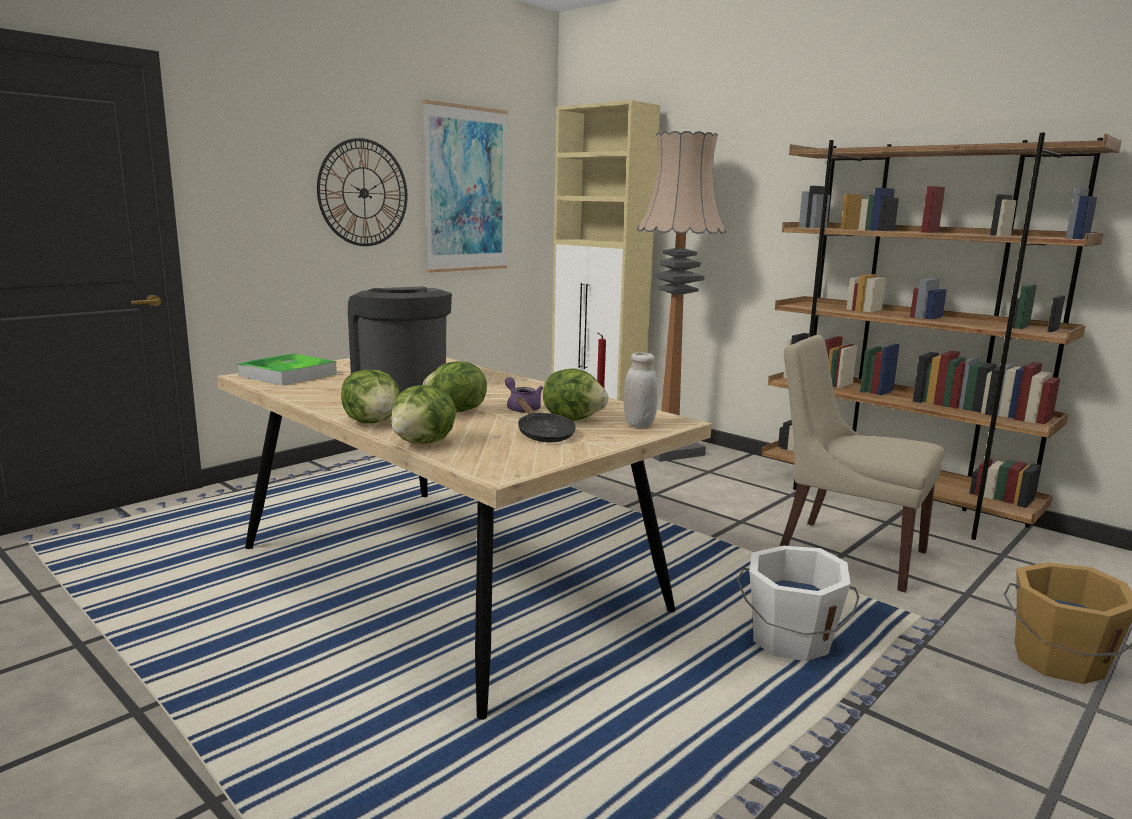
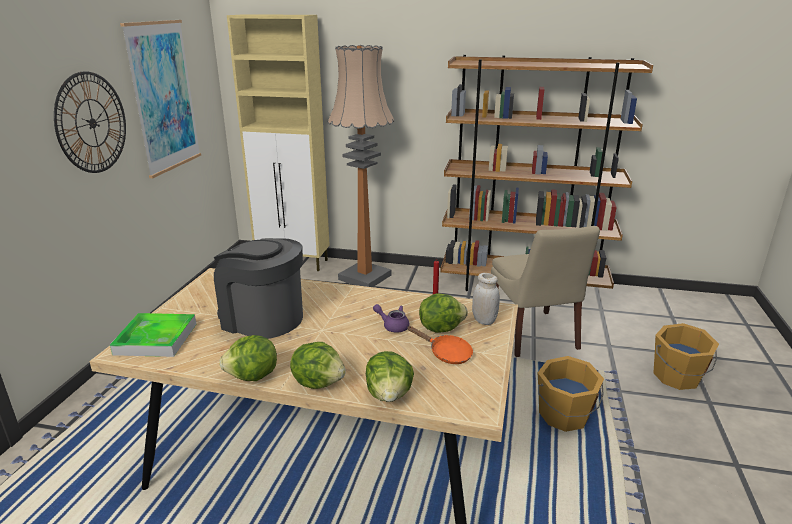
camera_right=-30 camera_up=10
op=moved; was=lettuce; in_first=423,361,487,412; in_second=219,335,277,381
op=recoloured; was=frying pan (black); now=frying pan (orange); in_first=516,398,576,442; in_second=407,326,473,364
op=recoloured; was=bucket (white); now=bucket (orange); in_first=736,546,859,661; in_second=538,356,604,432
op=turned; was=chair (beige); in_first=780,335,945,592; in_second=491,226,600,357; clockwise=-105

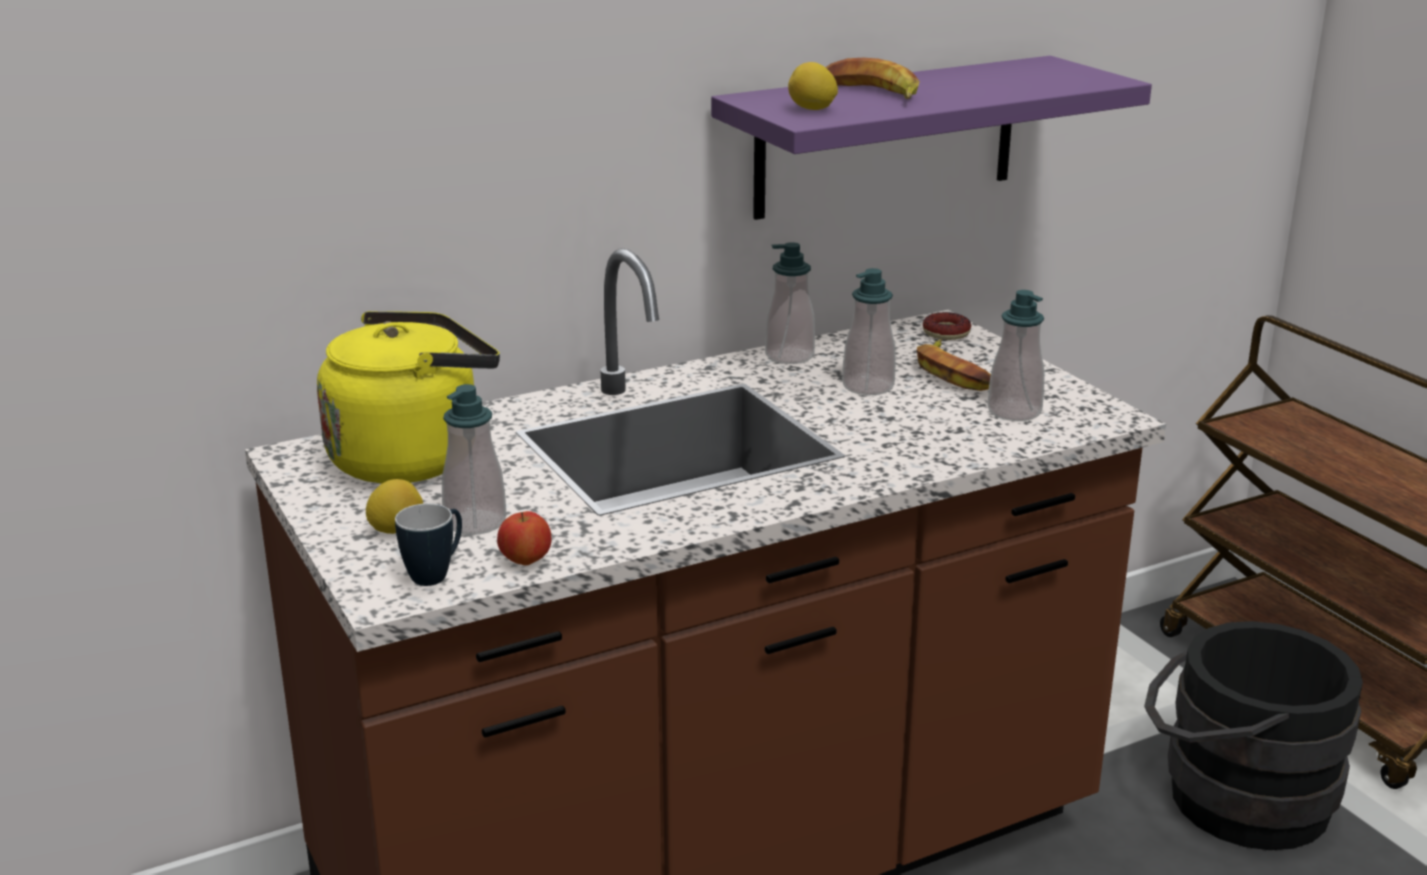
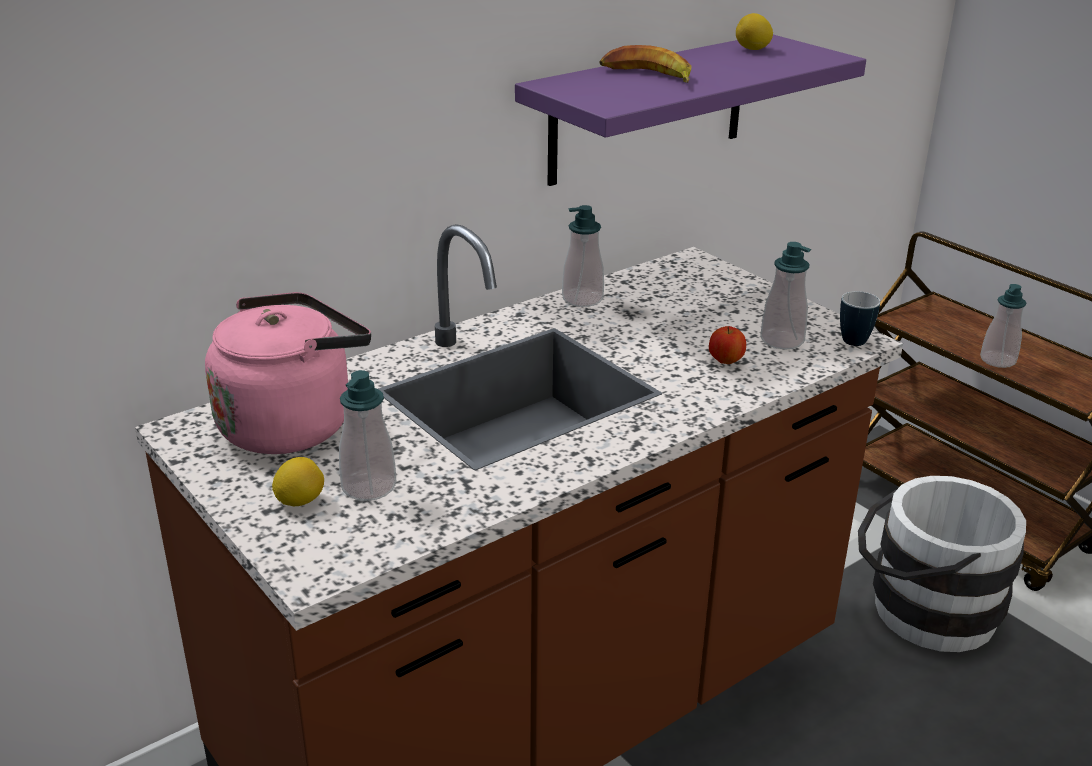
camera_right=-10 camera_up=5
op=removed; was=banana; in_first=917,339,991,391
op=removed; was=donut; in_first=923,312,971,340
op=moved; was=mug; in_first=395,503,462,586; in_second=840,291,880,346
op=moved; was=apple; in_first=497,511,552,566; in_second=709,326,746,364
op=moved; was=lemon; in_first=788,62,838,110; in_second=736,13,773,50
op=moved; was=soap dispenser; in_first=842,268,896,395; in_second=980,284,1026,368
op=recoloured; was=kettle (yellow); now=kettle (pink); in_first=317,311,500,484; in_second=205,292,371,454
op=recoloured; was=bucket (black); now=bucket (white); in_first=1144,621,1363,850; in_second=858,476,1026,652

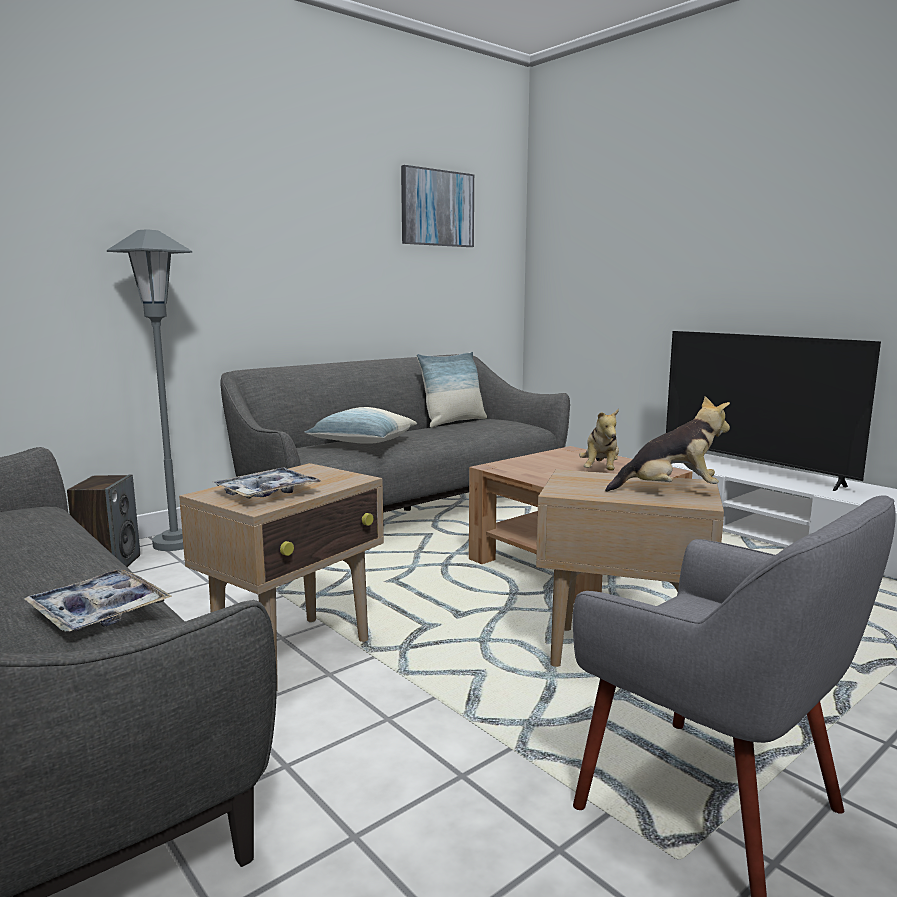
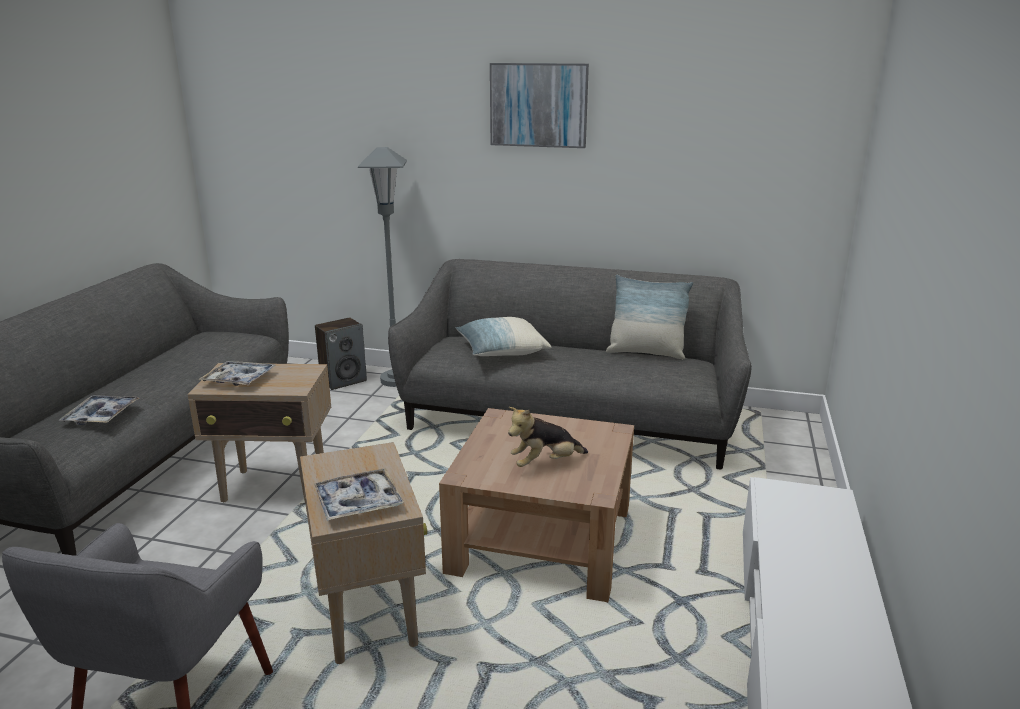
camera_right=55 camera_up=10
op=removed; was=television; in_first=666,331,881,491
op=moved; was=picture; in_first=401,165,474,247; in_second=490,63,589,148
op=replaced; was=plush toy; now=tray; in_first=605,396,730,492; in_second=314,468,404,521

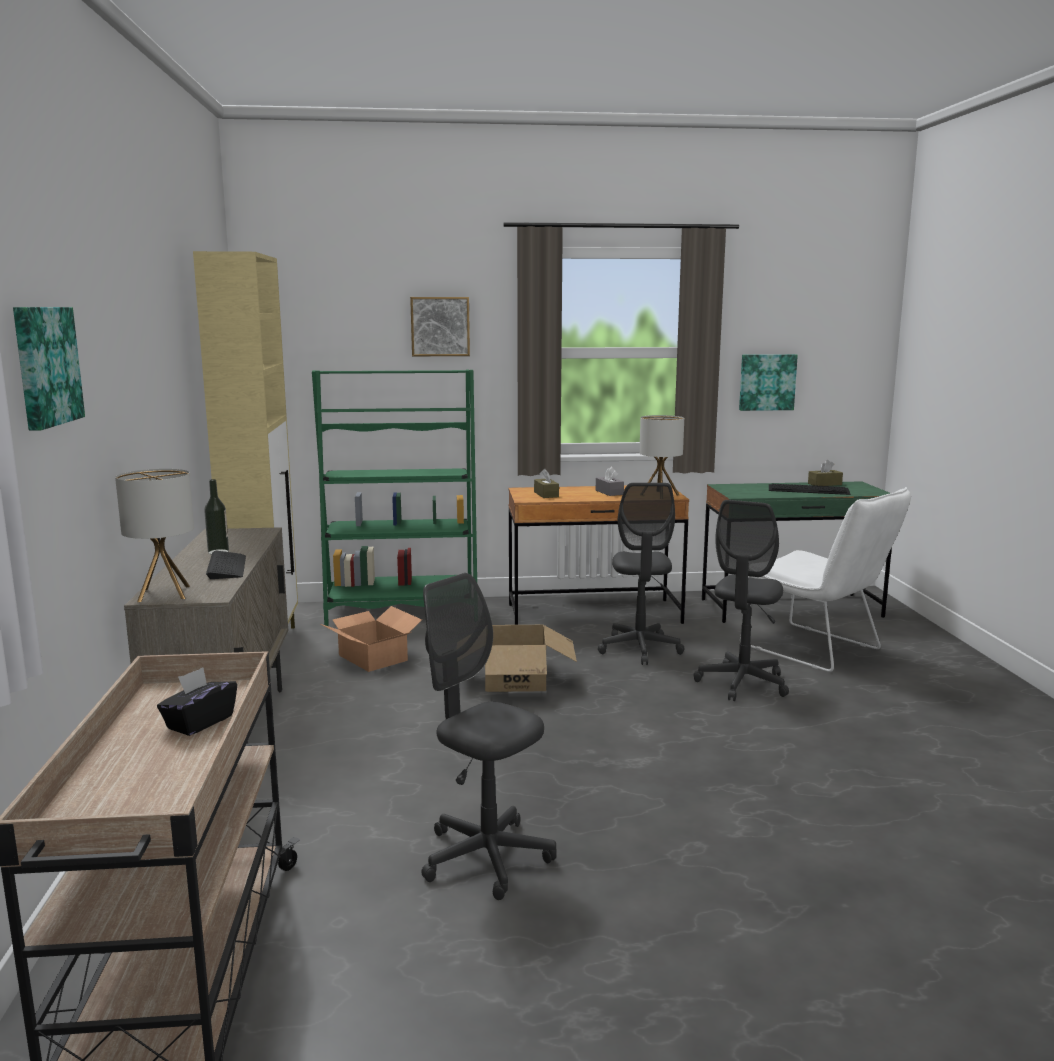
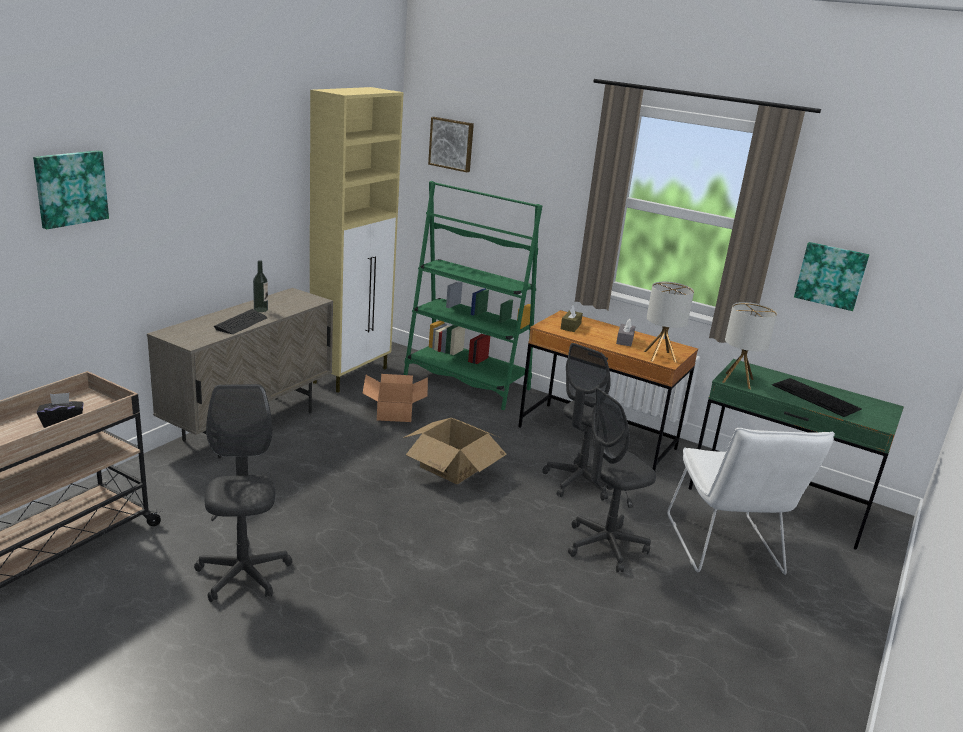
camera_right=35 camera_up=10
op=removed; was=tissue box (brown); in_first=808,460,843,486
op=moved; was=table lamp; in_first=115,469,194,602; in_second=722,302,777,389
op=moved; was=picture; in_first=410,297,470,356; in_second=428,117,474,172

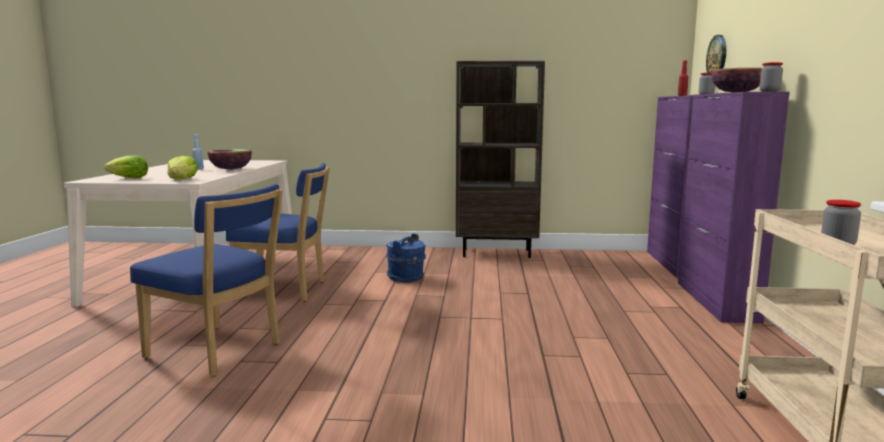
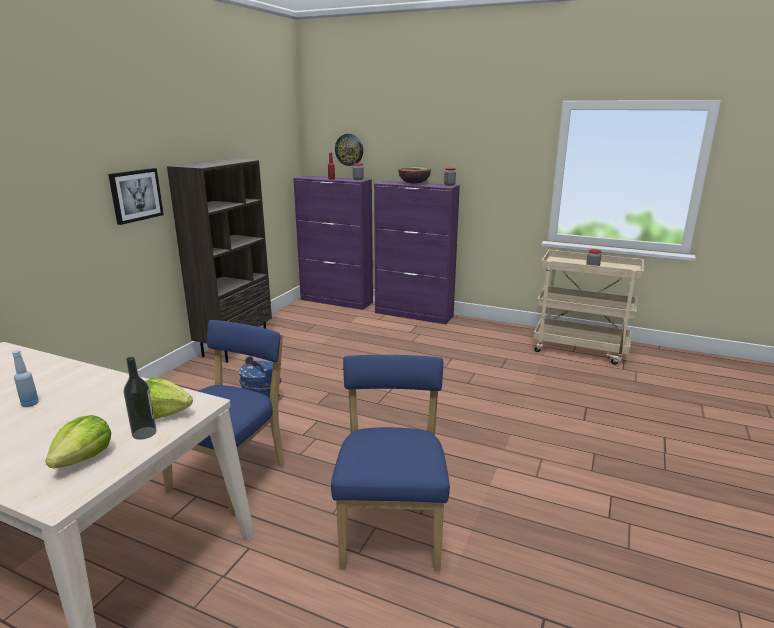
camera_right=-70 camera_up=10
op=removed; was=bowl; in_first=207,149,252,169
op=added; now=picture; in_second=108,168,164,225
op=added; now=bottle; in_second=124,357,156,440
op=turned; was=chair (blue); in_first=130,184,283,376; in_second=331,355,450,572; clockwise=-45

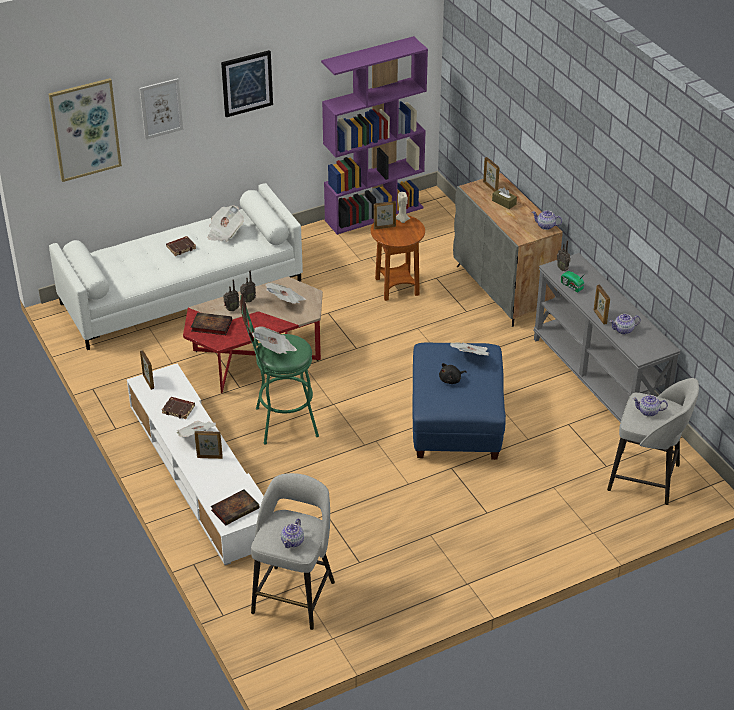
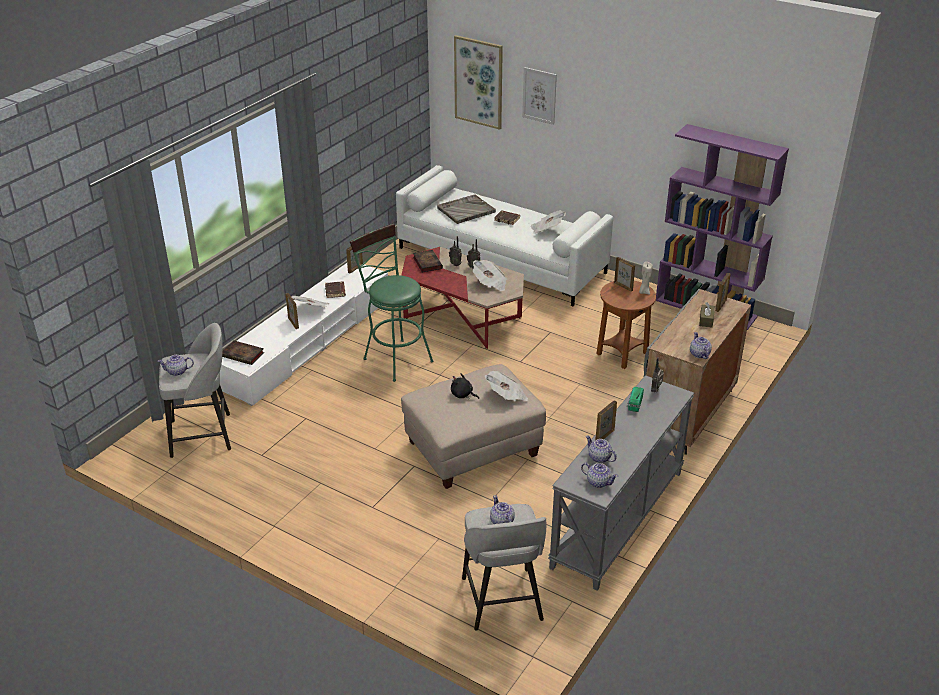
camera_right=60 camera_up=-5
op=removed; was=picture; in_first=221,50,273,117
op=removed; was=newspaper; in_first=252,326,297,354
op=added; now=tray (grey); in_second=437,194,496,224
op=added; now=teapot; in_second=581,463,618,488
op=recoloured; was=ottoman (blue); now=ottoman (beige); in_first=413,343,506,460; in_second=401,364,546,489

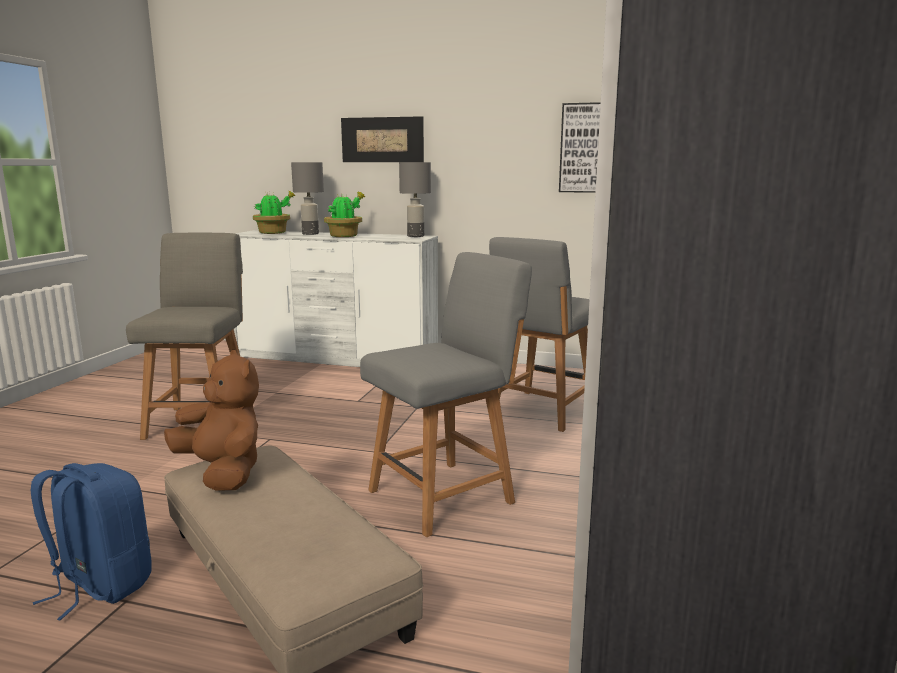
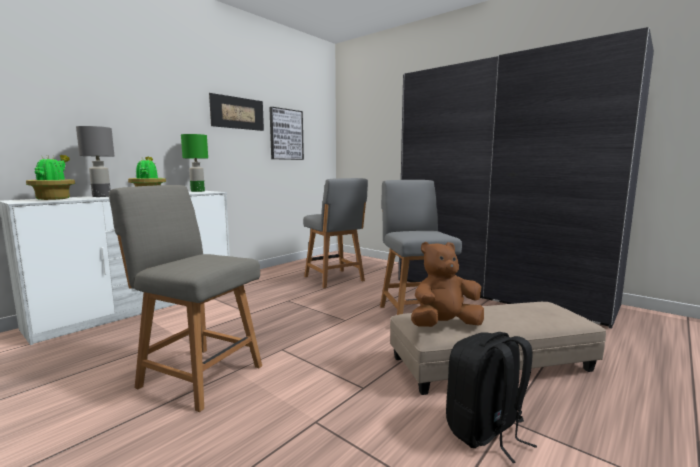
camera_right=-65 camera_up=-5
op=moved; was=picture; in_first=341,116,424,162; in_second=209,93,264,131
op=recoloured; was=backpack (blue); now=backpack (black); in_first=31,463,152,620; in_second=446,332,537,463
op=recoloured; was=table lamp (grey); now=table lamp (green); in_first=399,162,431,237; in_second=181,134,208,192

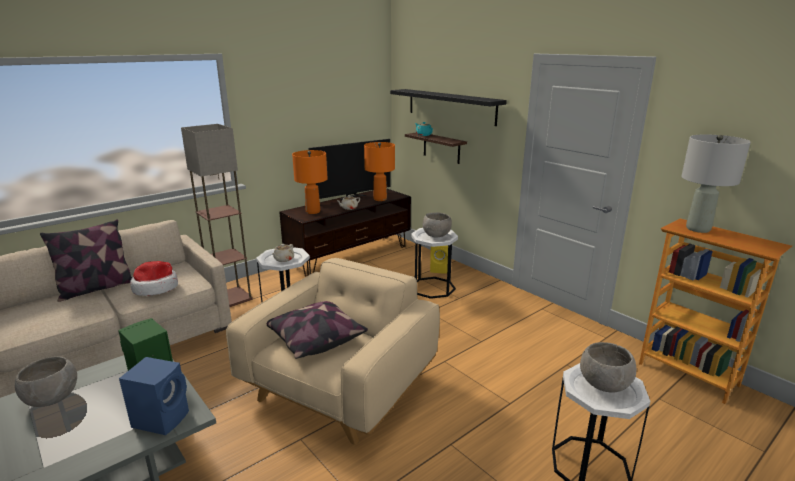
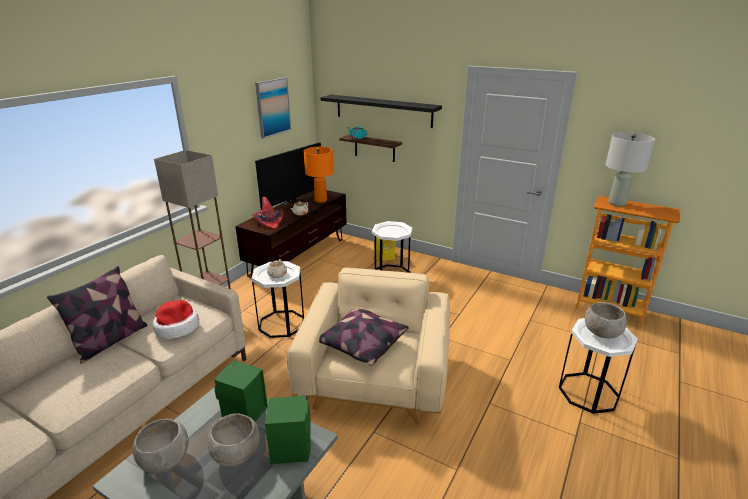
camera_right=-20 camera_up=5
op=added; now=picture; in_second=255,77,291,139
op=moved; was=bowl (grey); in_first=423,212,452,237; in_second=207,413,260,467
op=replaced; was=table lamp (orange); now=hat (red); in_first=292,150,328,214; in_second=252,197,284,229
op=recoloured; was=speaker (blue); now=speaker (green); in_first=119,357,189,435; in_second=265,396,311,464

